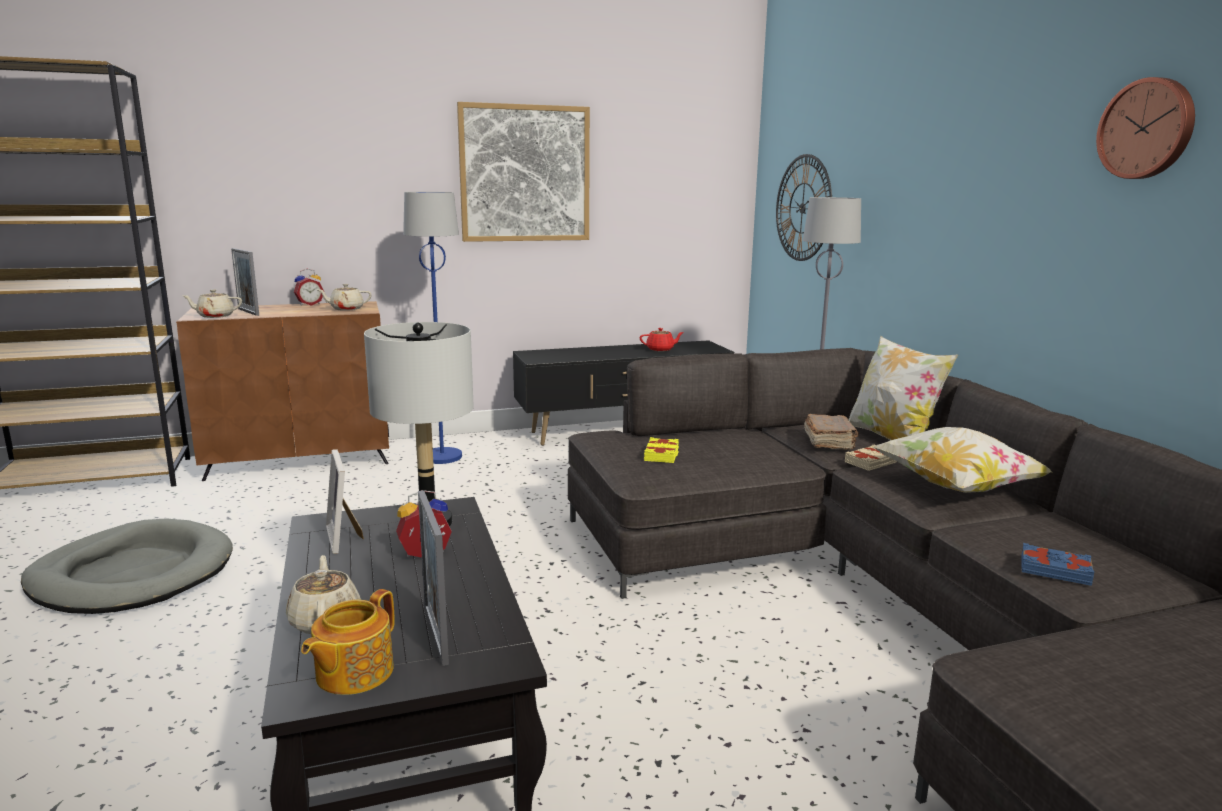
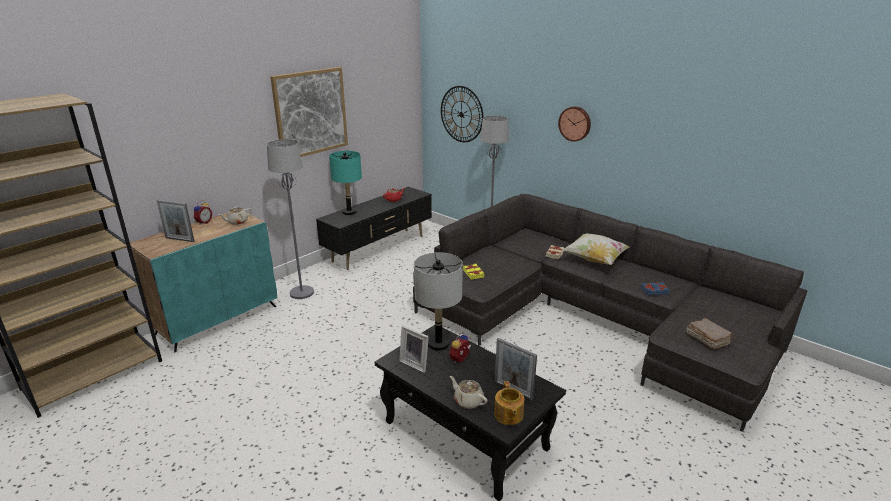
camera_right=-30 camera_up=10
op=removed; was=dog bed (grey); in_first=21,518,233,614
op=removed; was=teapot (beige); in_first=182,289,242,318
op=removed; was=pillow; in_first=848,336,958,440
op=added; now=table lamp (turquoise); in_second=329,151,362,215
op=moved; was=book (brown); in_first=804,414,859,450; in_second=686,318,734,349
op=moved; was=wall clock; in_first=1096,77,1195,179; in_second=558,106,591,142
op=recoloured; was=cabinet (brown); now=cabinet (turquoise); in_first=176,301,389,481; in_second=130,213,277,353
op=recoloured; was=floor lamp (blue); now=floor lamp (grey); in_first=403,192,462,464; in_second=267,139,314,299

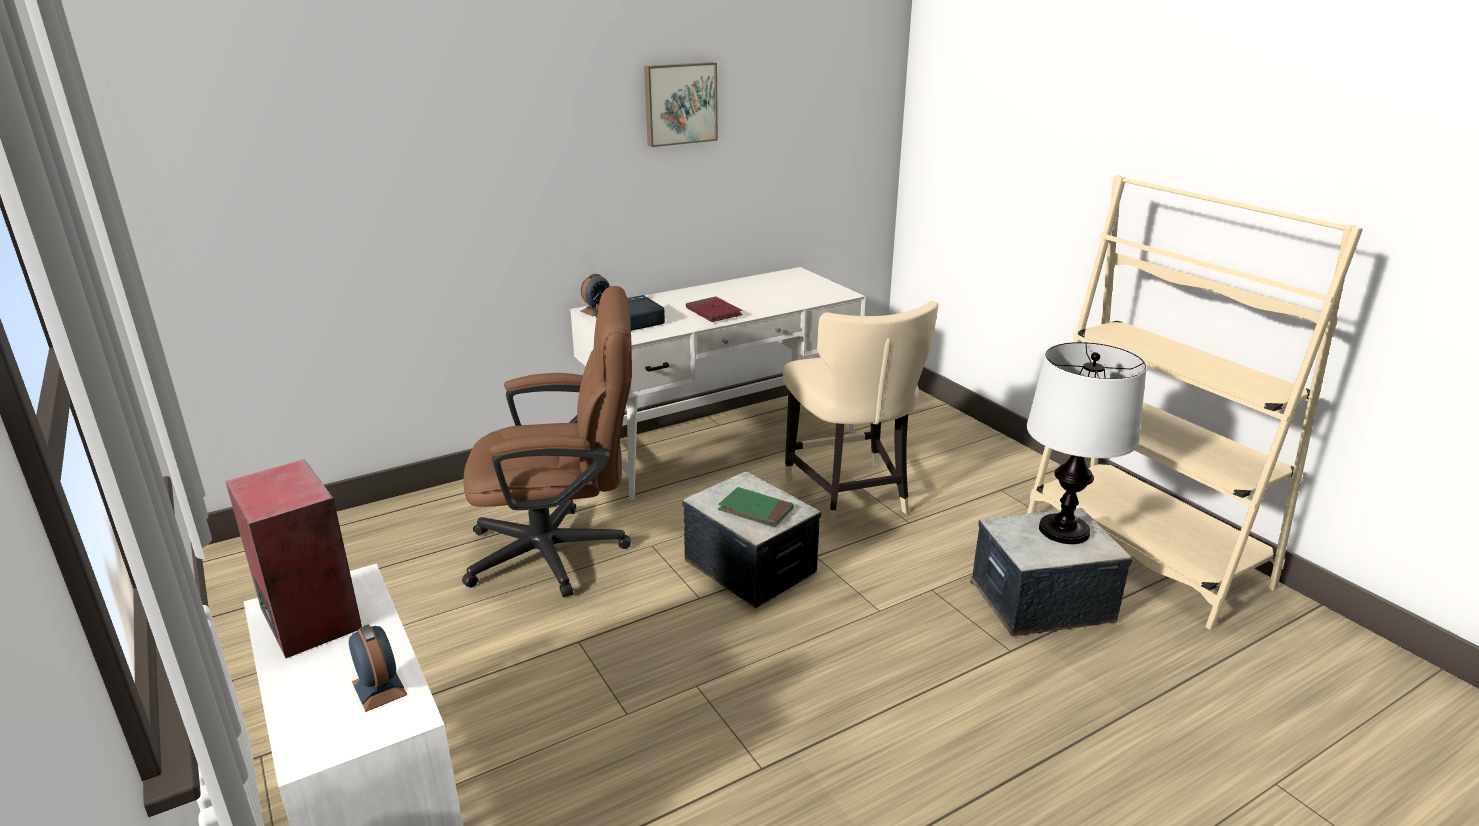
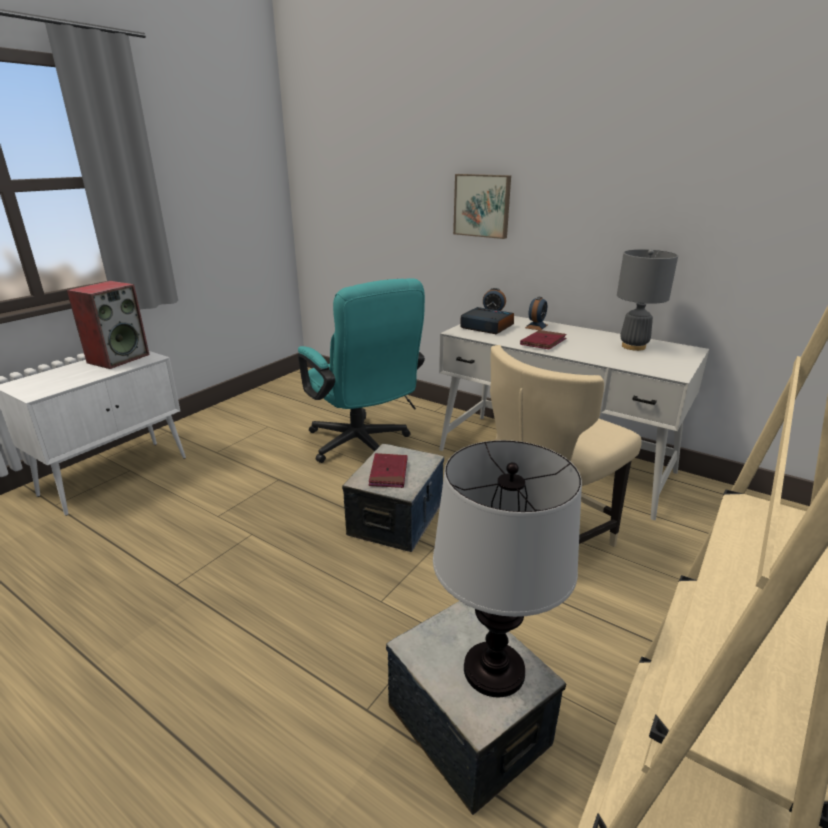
camera_right=65 camera_up=0
op=added; now=table lamp (grey); in_second=617,249,678,351
op=moved; was=alarm clock; in_first=349,625,407,712; in_second=525,297,547,330
op=moved; was=picture; in_first=644,62,718,147; in_second=453,174,511,239
op=recoloured; was=office chair (brown); now=office chair (turquoise); in_first=462,286,632,597; in_second=298,278,425,463
op=recoloured; was=book (green); now=book (red); in_first=718,487,794,528; in_second=369,453,408,488

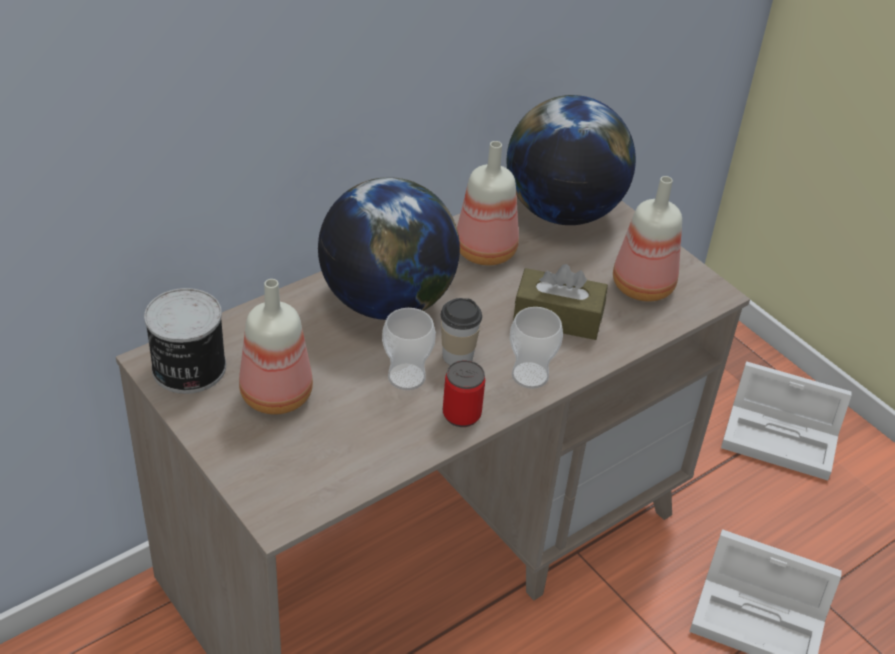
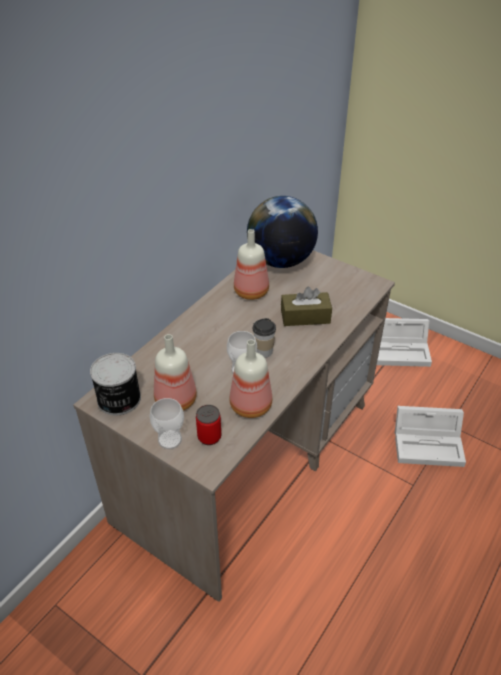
camera_right=-15 camera_up=0
op=removed; was=globe; in_first=318,177,460,320
op=moved; was=can; in_first=443,360,485,427; in_second=196,405,221,445
op=moved; was=cup; in_first=510,307,563,389; in_second=149,398,184,449
op=moved; was=bottle; in_first=613,176,682,302; in_second=229,339,272,418

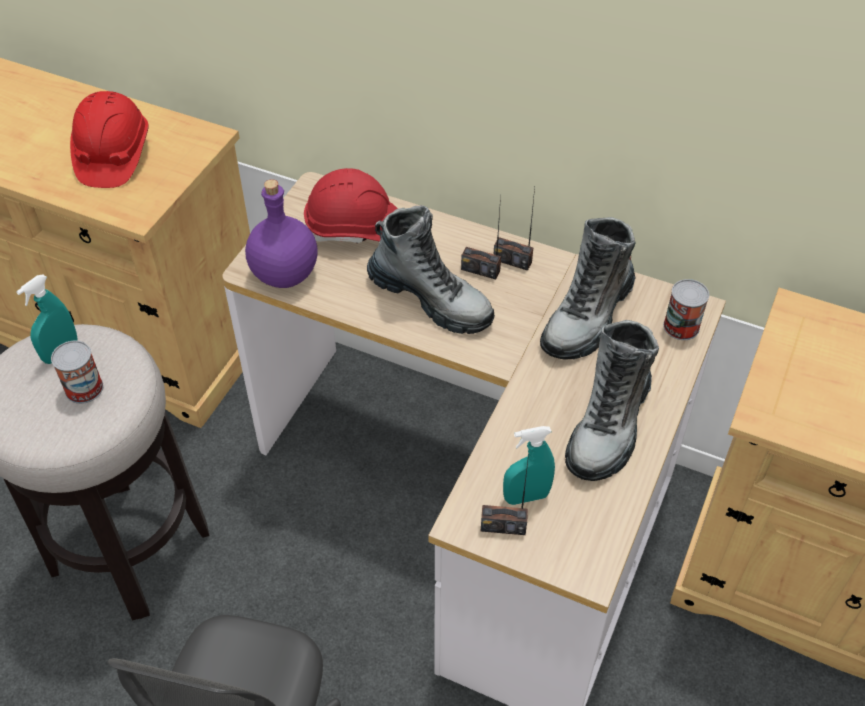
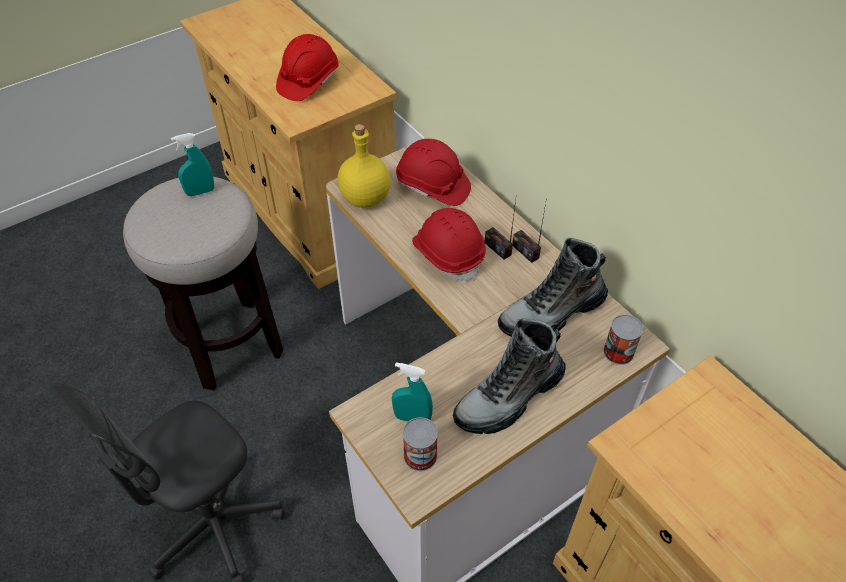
camera_right=30 camera_up=0
op=removed; was=radio; in_first=481,453,529,535
op=moved; was=can; in_first=51,341,103,404; in_second=403,417,438,471
op=replaced; was=boot; now=hard hat (red); in_first=367,205,495,334; in_second=412,208,486,281
op=recoloured; was=bottle (purple); now=bottle (yellow); in_first=245,179,318,288; in_second=338,124,391,208

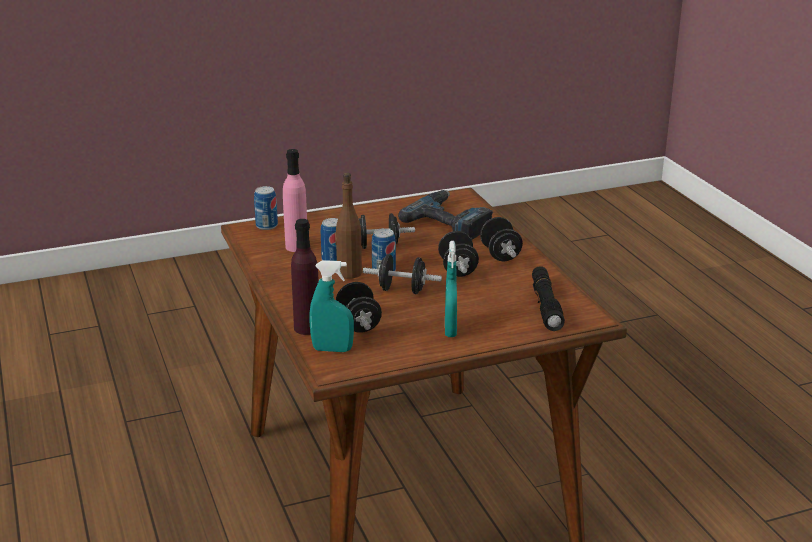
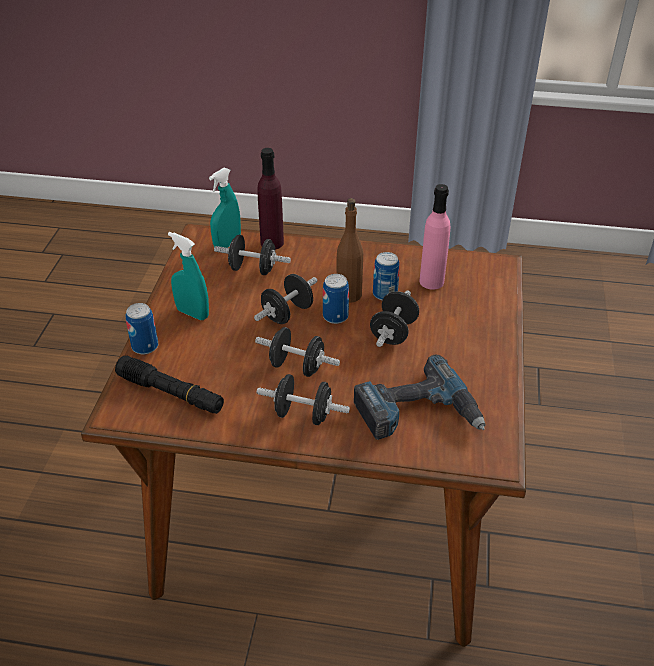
camera_right=120 camera_up=15
op=moved; was=can; in_first=254,186,278,230; in_second=125,303,158,354

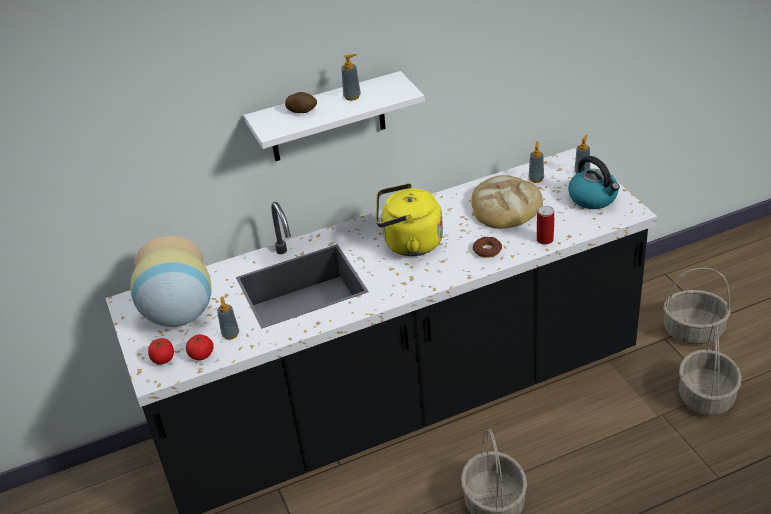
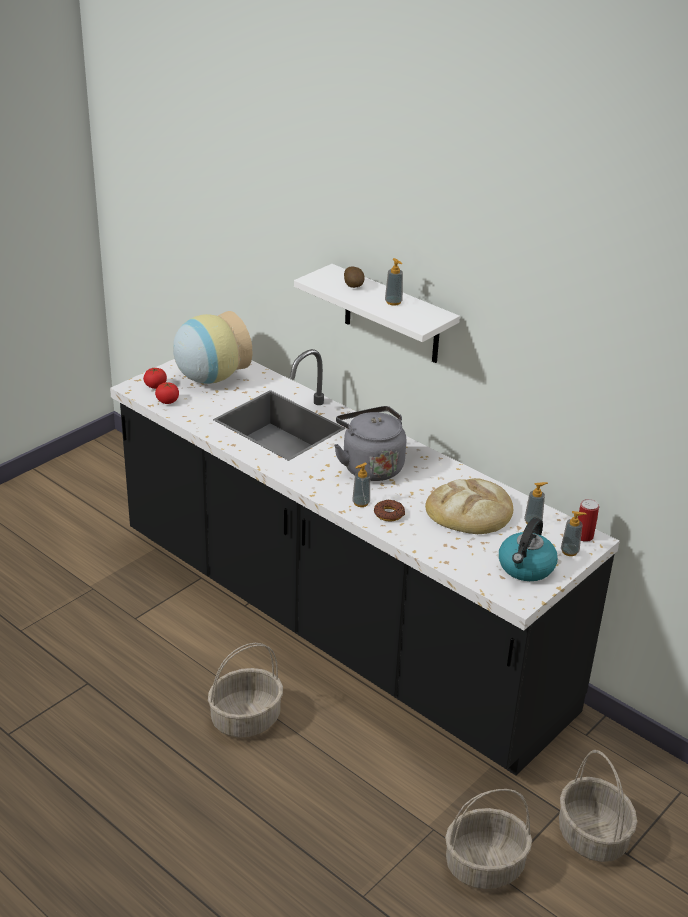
camera_right=60 camera_up=-5
op=moved; was=soap dispenser; in_first=217,296,239,340; in_second=352,463,370,507
op=moved; was=can; in_first=537,206,554,245; in_second=578,499,599,542
op=recoloured; was=kettle (yellow); now=kettle (grey); in_first=376,183,443,256; in_second=334,406,406,481

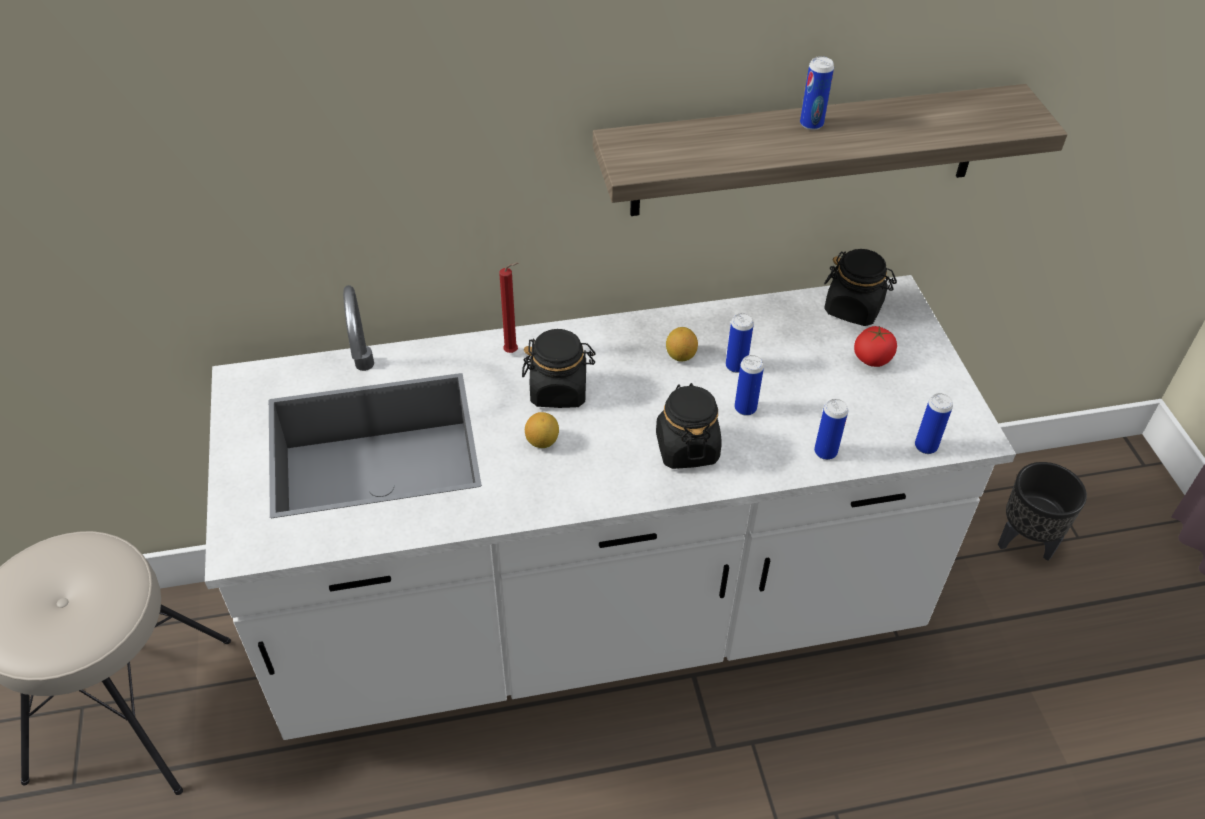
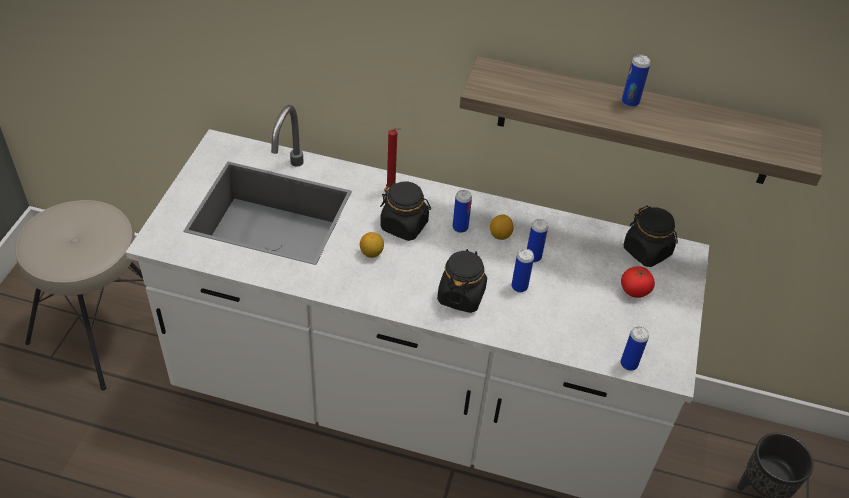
camera_right=25 camera_up=0
op=moved; was=can; in_first=814,399,848,460; in_second=452,190,472,233

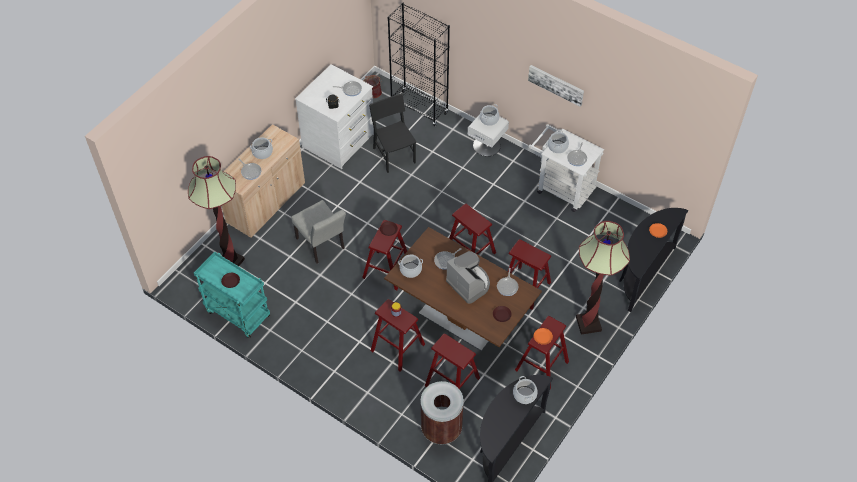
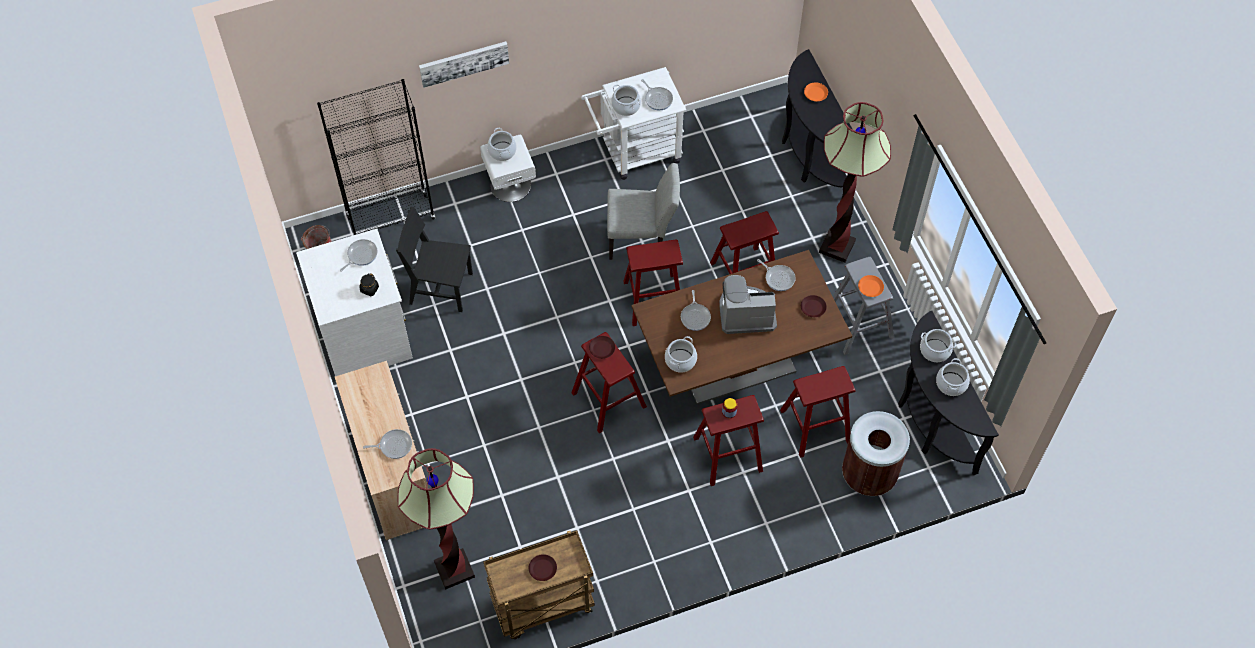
camera_right=-55 camera_up=5
op=moved; was=cooking pot; in_first=250,137,273,159; in_second=936,358,970,396
op=moved; was=chair (grey); in_first=291,200,346,264; in_second=607,163,680,260
op=moved; was=picture; in_first=528,65,584,107; in_second=419,41,509,88
op=recoloured; was=cart (turquoise); now=cart (brown); in_first=194,252,270,338; in_second=483,530,595,639
op=recoloured; was=stool (red); now=stool (grey); in_first=515,316,569,389; in_second=833,257,894,355

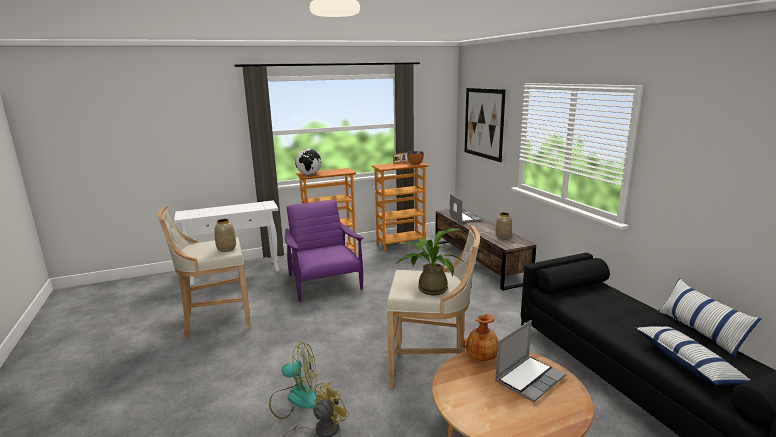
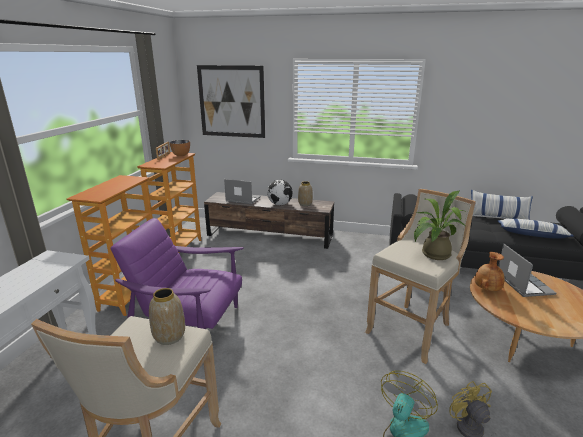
camera_right=-55 camera_up=5
op=moved; was=globe; in_first=295,149,321,175; in_second=267,180,293,205

